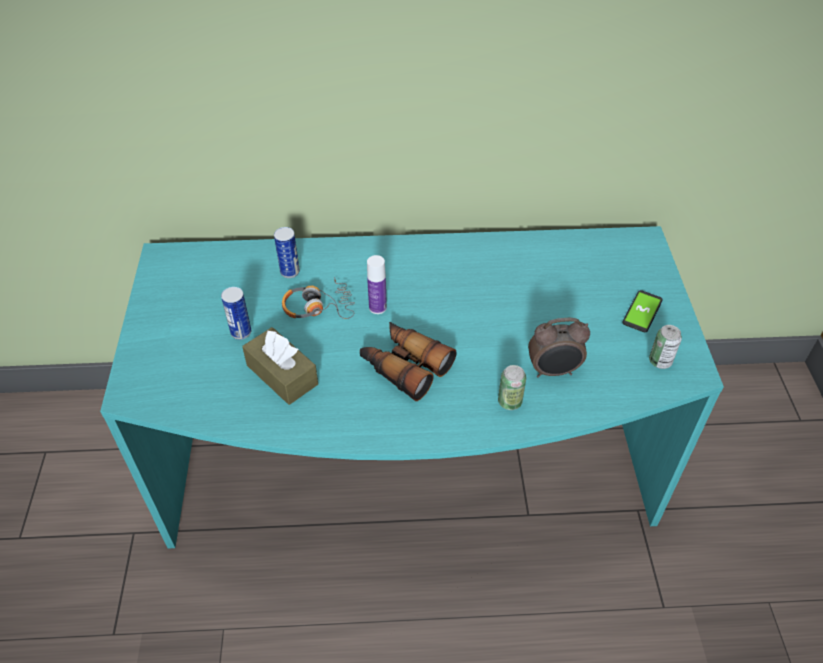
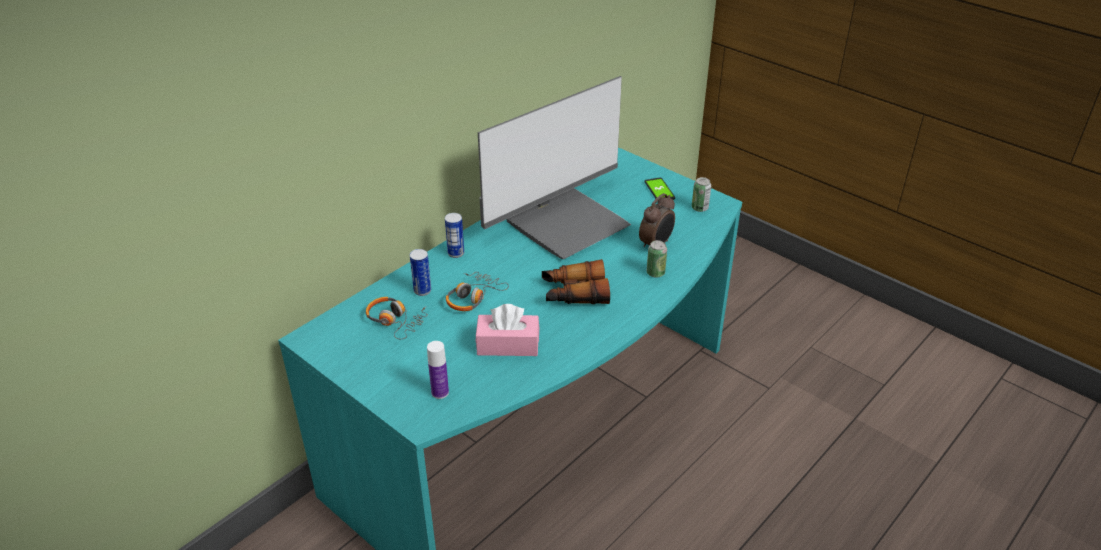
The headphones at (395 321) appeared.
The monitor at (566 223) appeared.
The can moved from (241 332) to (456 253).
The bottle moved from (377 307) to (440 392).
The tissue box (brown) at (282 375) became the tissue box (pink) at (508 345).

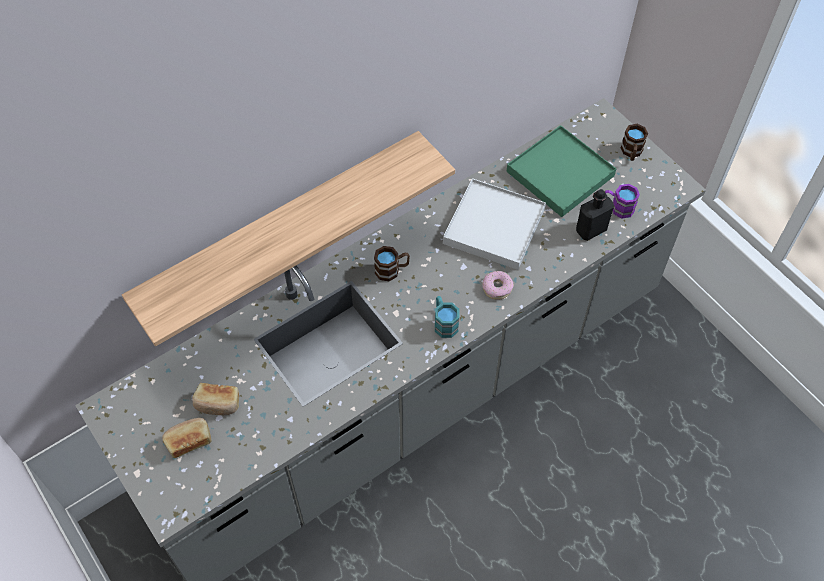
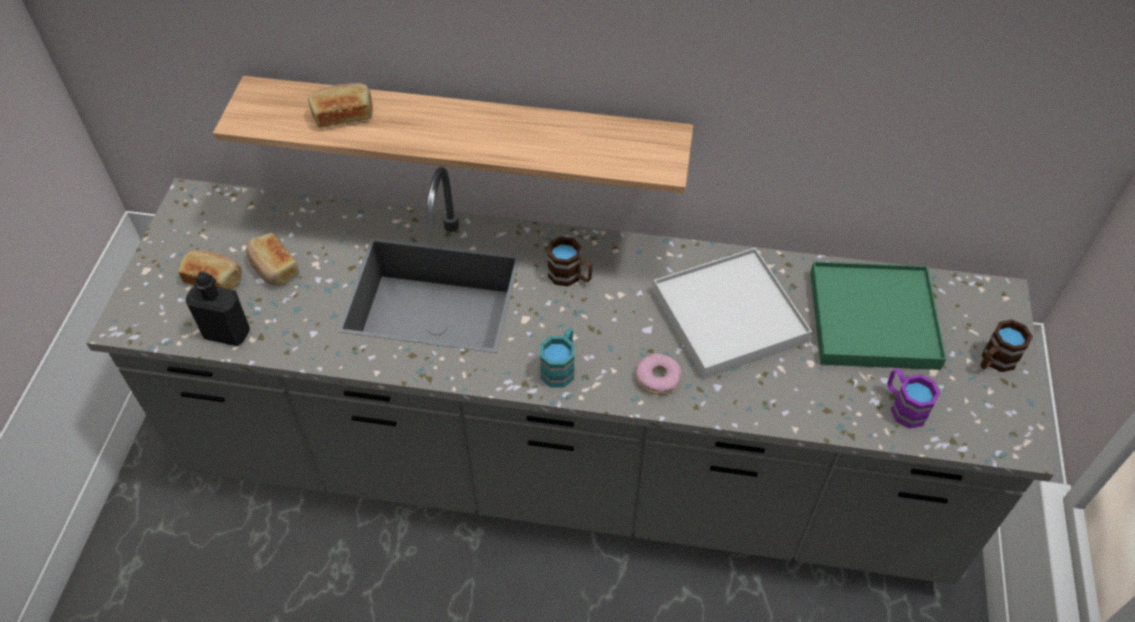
The bread at (343 115) appeared.
The bottle (black) moved from (591 230) to (227 333).

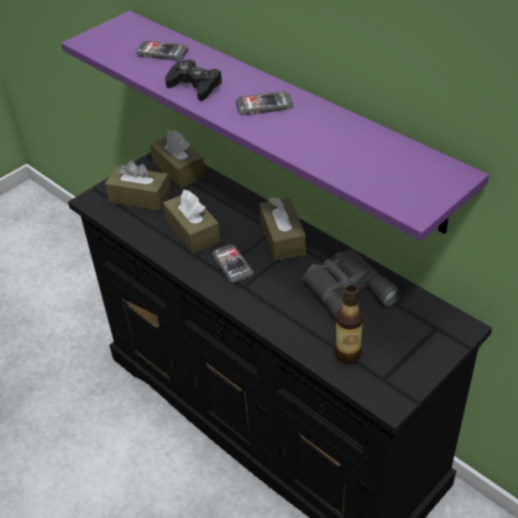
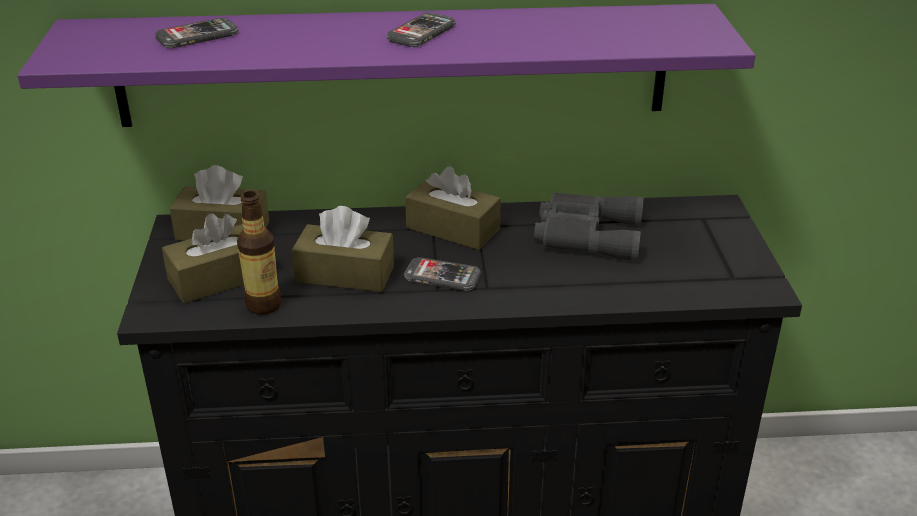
The game controller (black) at (195 86) disappeared.
The bottle moved from (348 354) to (264 305).

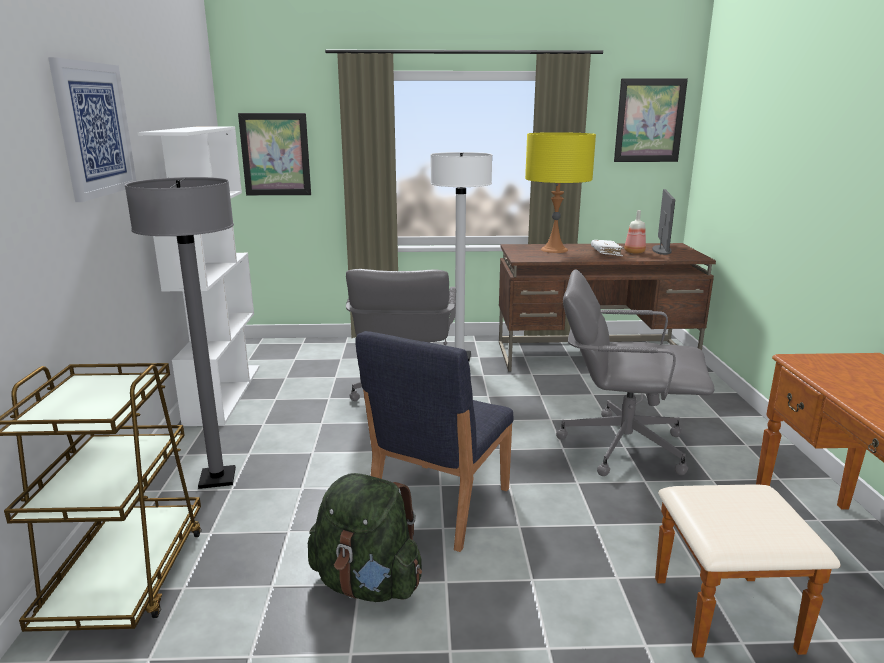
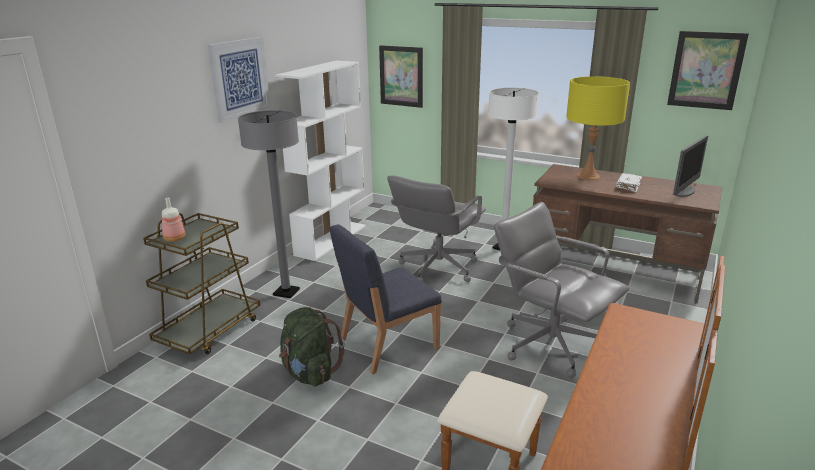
The bottle moved from (634 252) to (174 239).

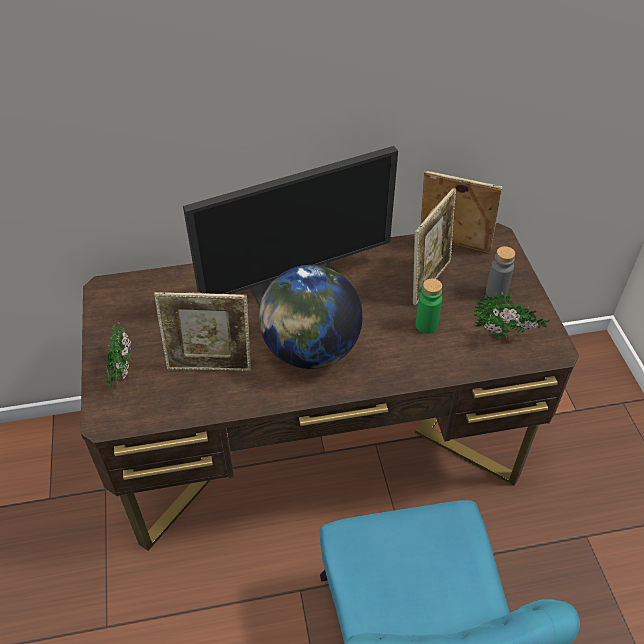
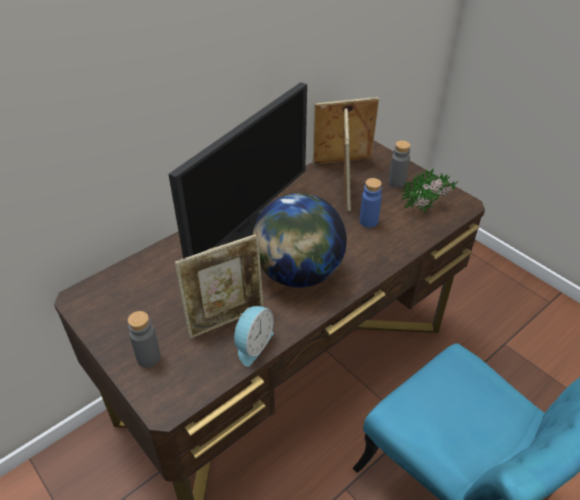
The alarm clock at (252 345) appeared.
The potted plant at (122 370) was replaced by the bottle (grey) at (148 358).
The bottle (green) at (426 325) became the bottle (blue) at (368 221).

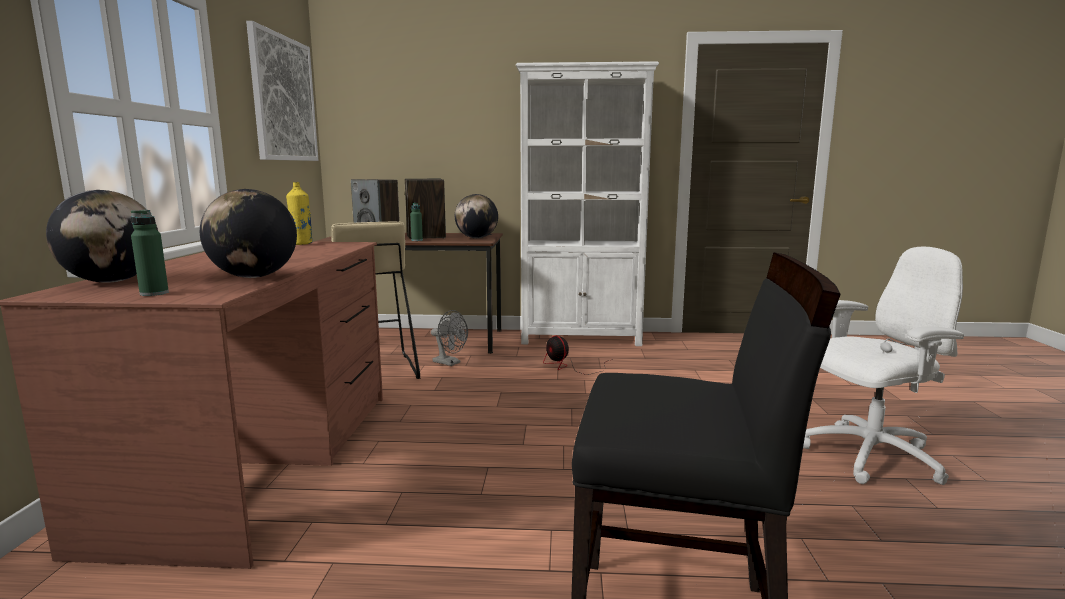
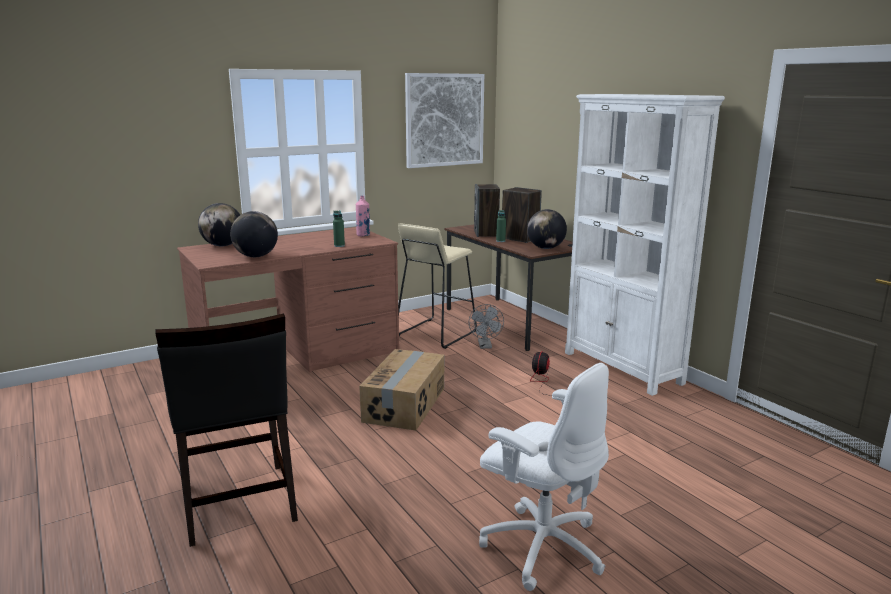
The cardboard box at (405 404) appeared.
The bottle (green) moved from (154 293) to (339 246).
The bottle (yellow) at (301 244) became the bottle (pink) at (363 235).

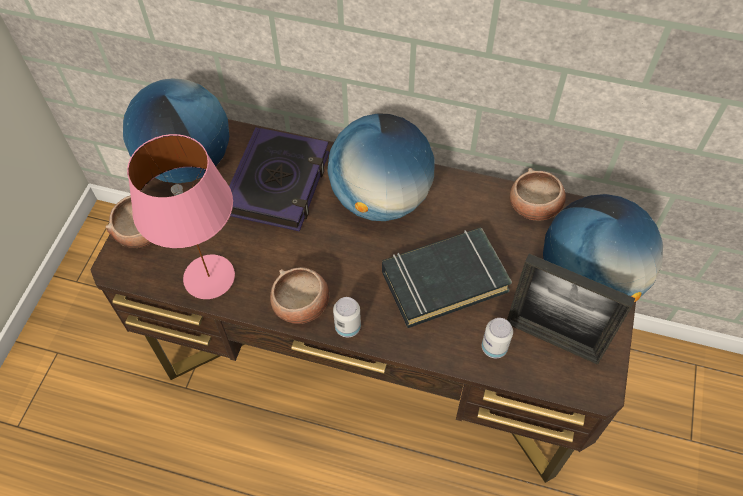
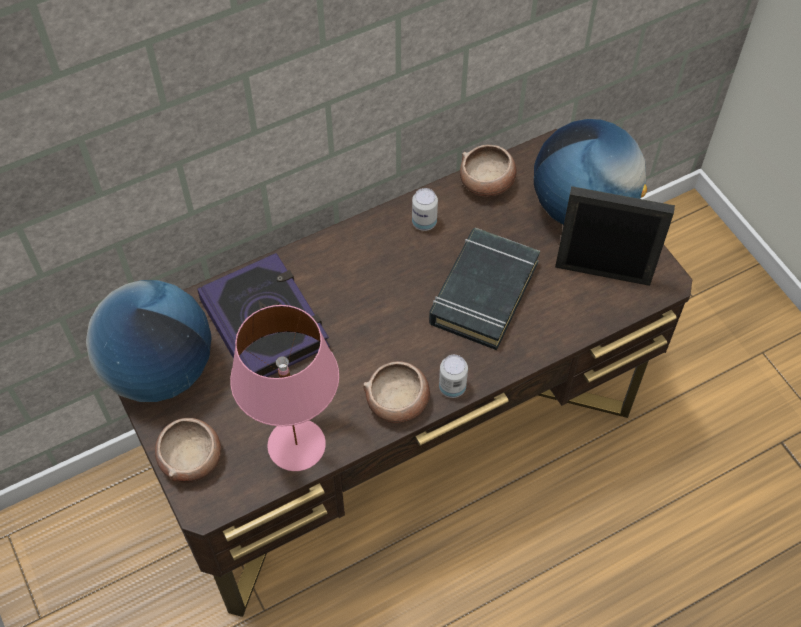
The globe at (380 199) disappeared.
The can moved from (494 347) to (424 222).
The picture frame at (552 339) turned 150 degrees counterclockwise.

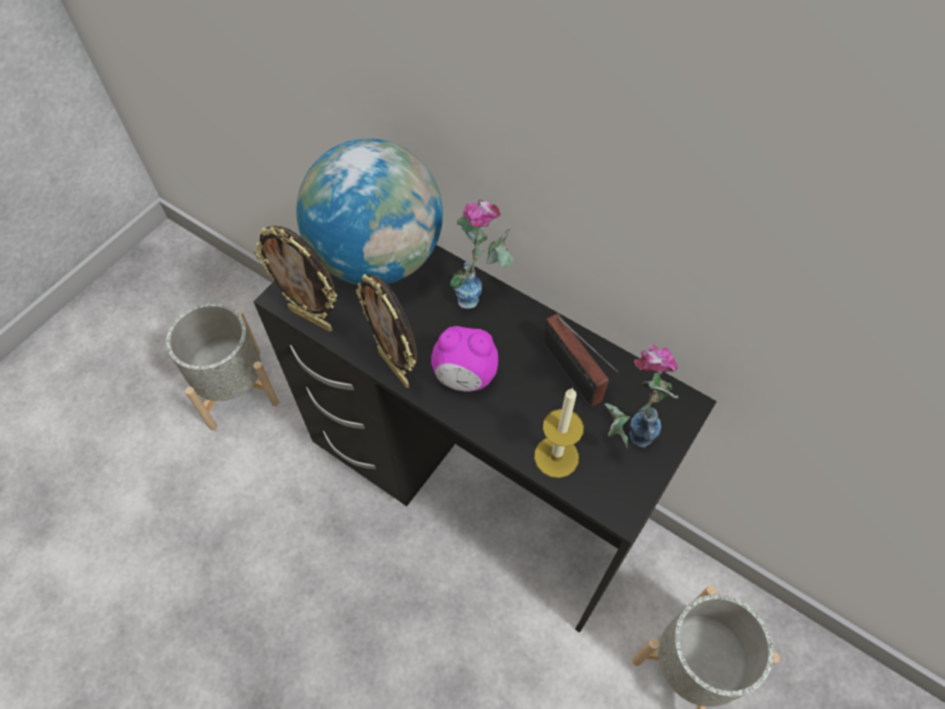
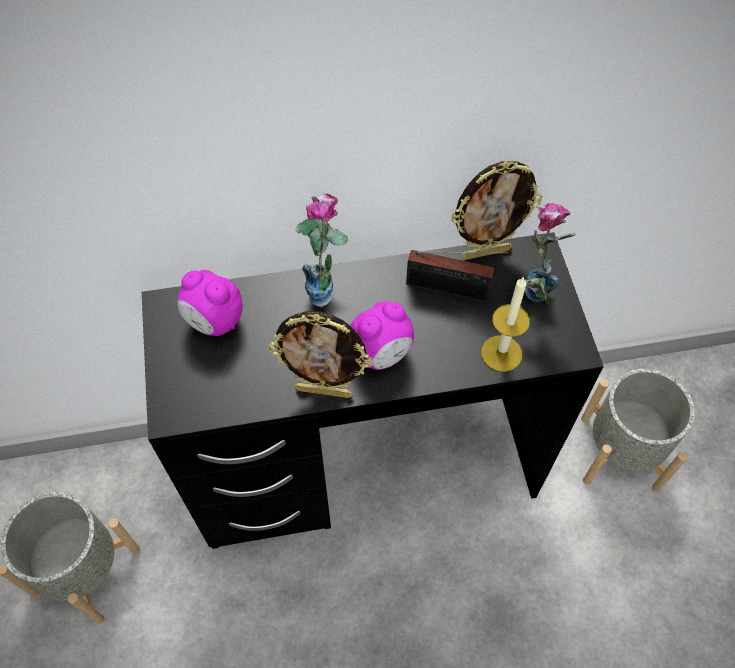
The picture frame moved from (312 318) to (485 252).
The globe at (378 258) was replaced by the alarm clock at (214 322).

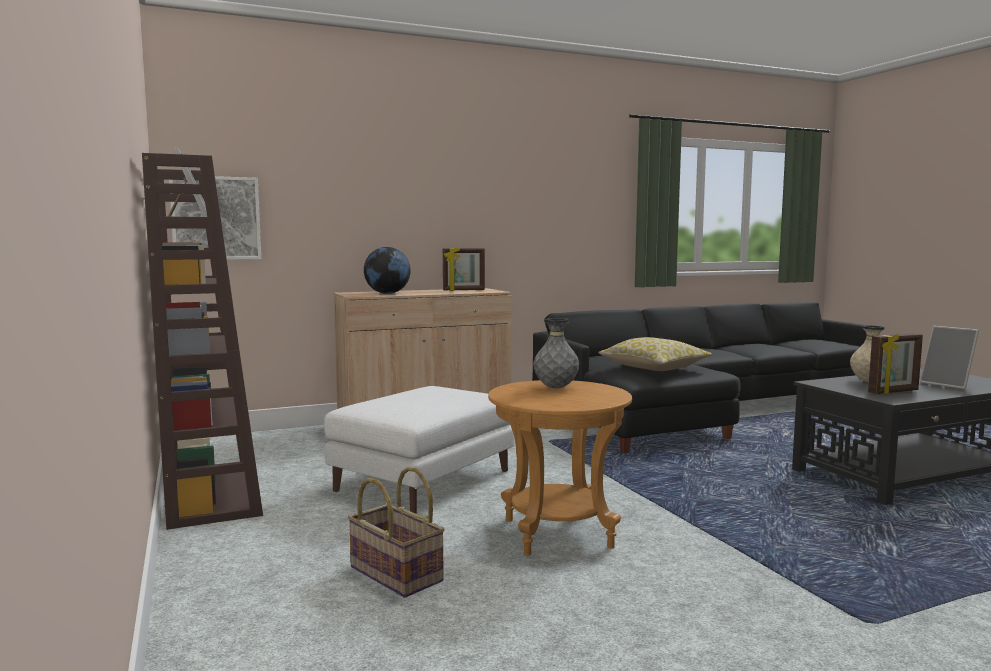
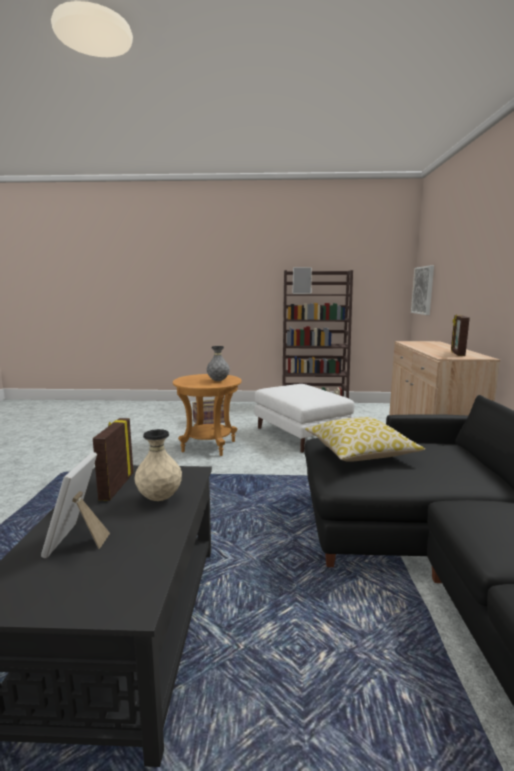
The globe at (387 293) disappeared.
The picture frame at (948 384) turned 75 degrees counterclockwise.

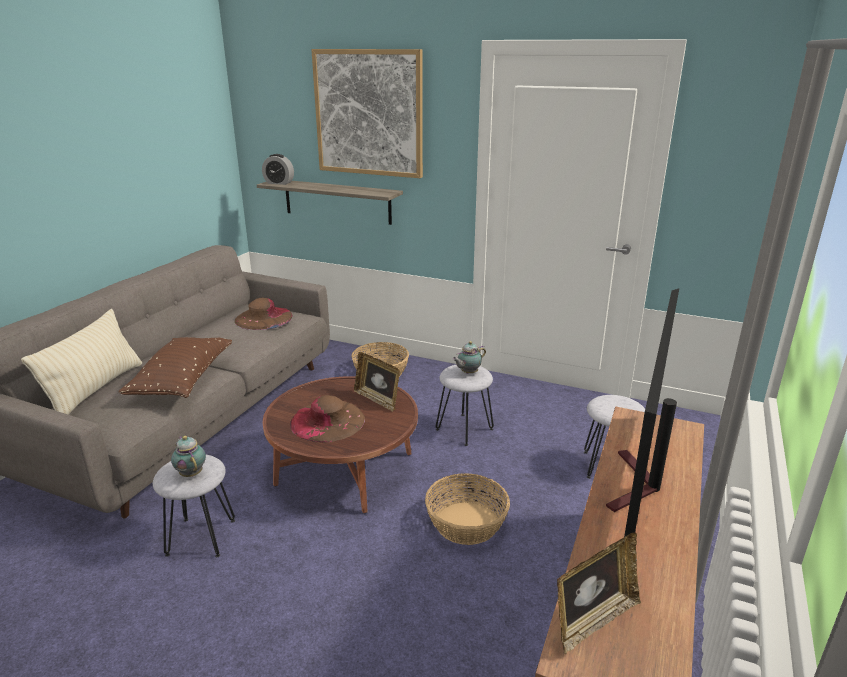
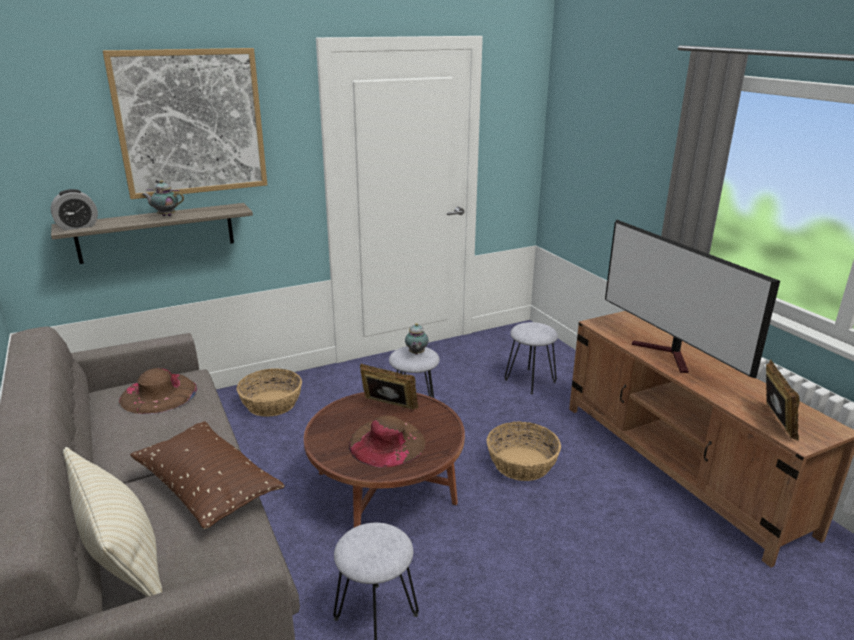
The teapot moved from (191 473) to (165 215).
The picture frame at (377 399) turned 150 degrees counterclockwise.

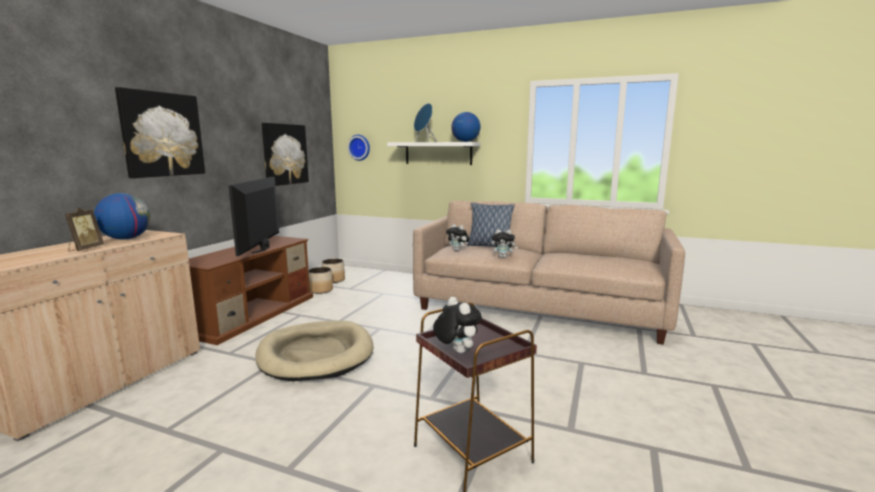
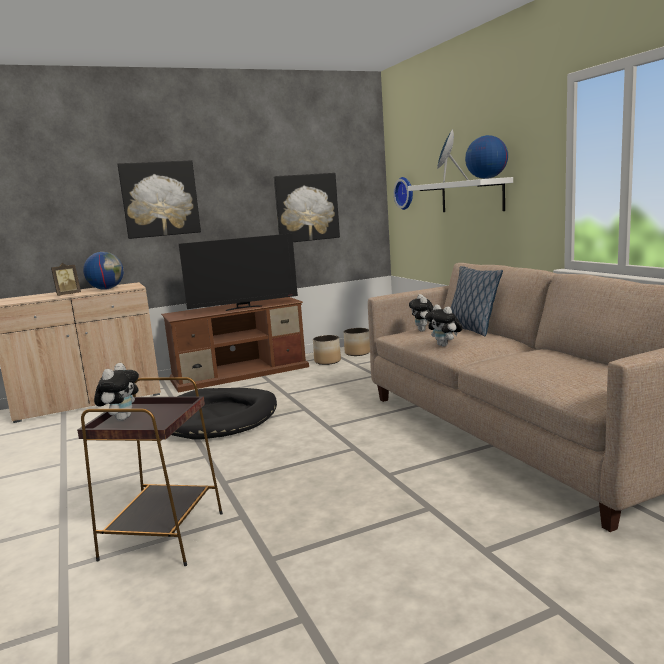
The dog bed (beige) at (316 354) became the dog bed (black) at (219 418).
The television at (263 248) turned 150 degrees counterclockwise.

